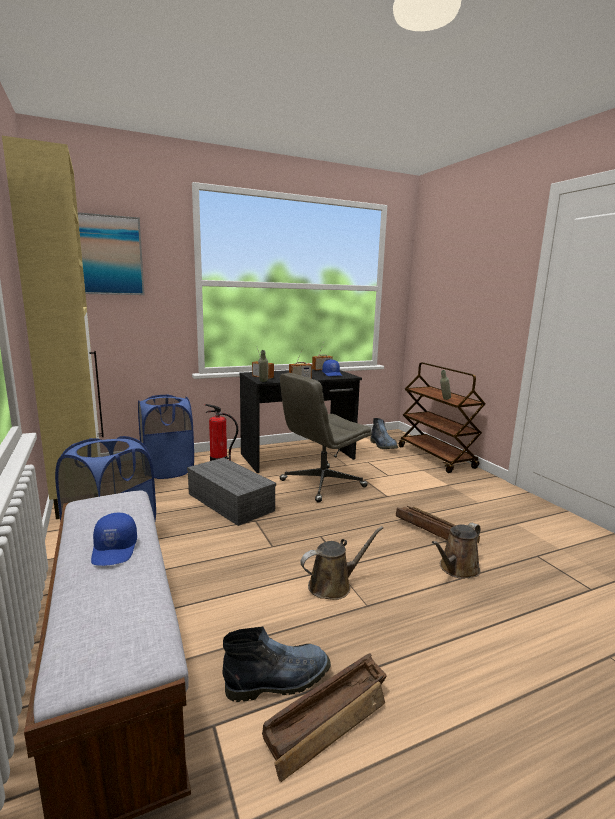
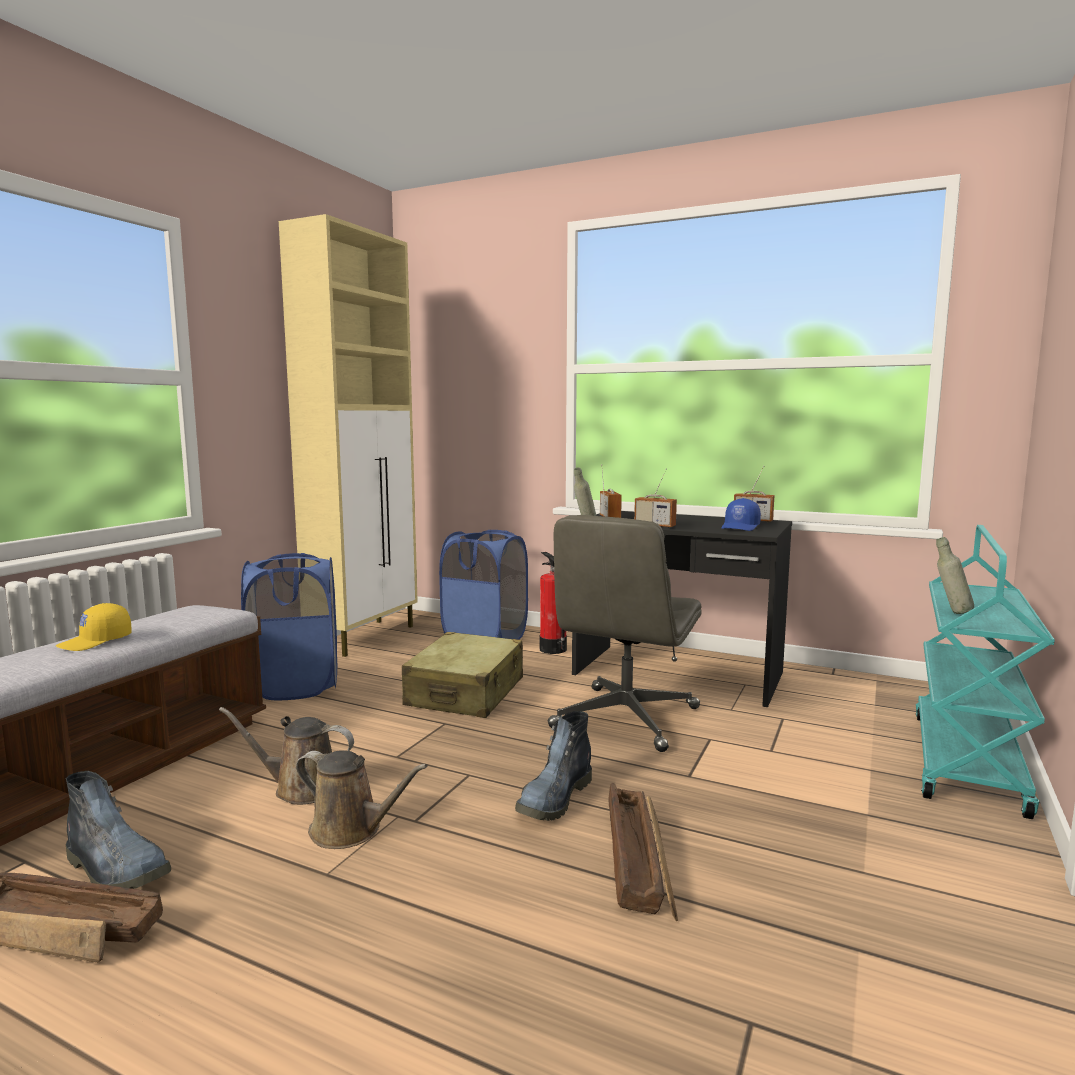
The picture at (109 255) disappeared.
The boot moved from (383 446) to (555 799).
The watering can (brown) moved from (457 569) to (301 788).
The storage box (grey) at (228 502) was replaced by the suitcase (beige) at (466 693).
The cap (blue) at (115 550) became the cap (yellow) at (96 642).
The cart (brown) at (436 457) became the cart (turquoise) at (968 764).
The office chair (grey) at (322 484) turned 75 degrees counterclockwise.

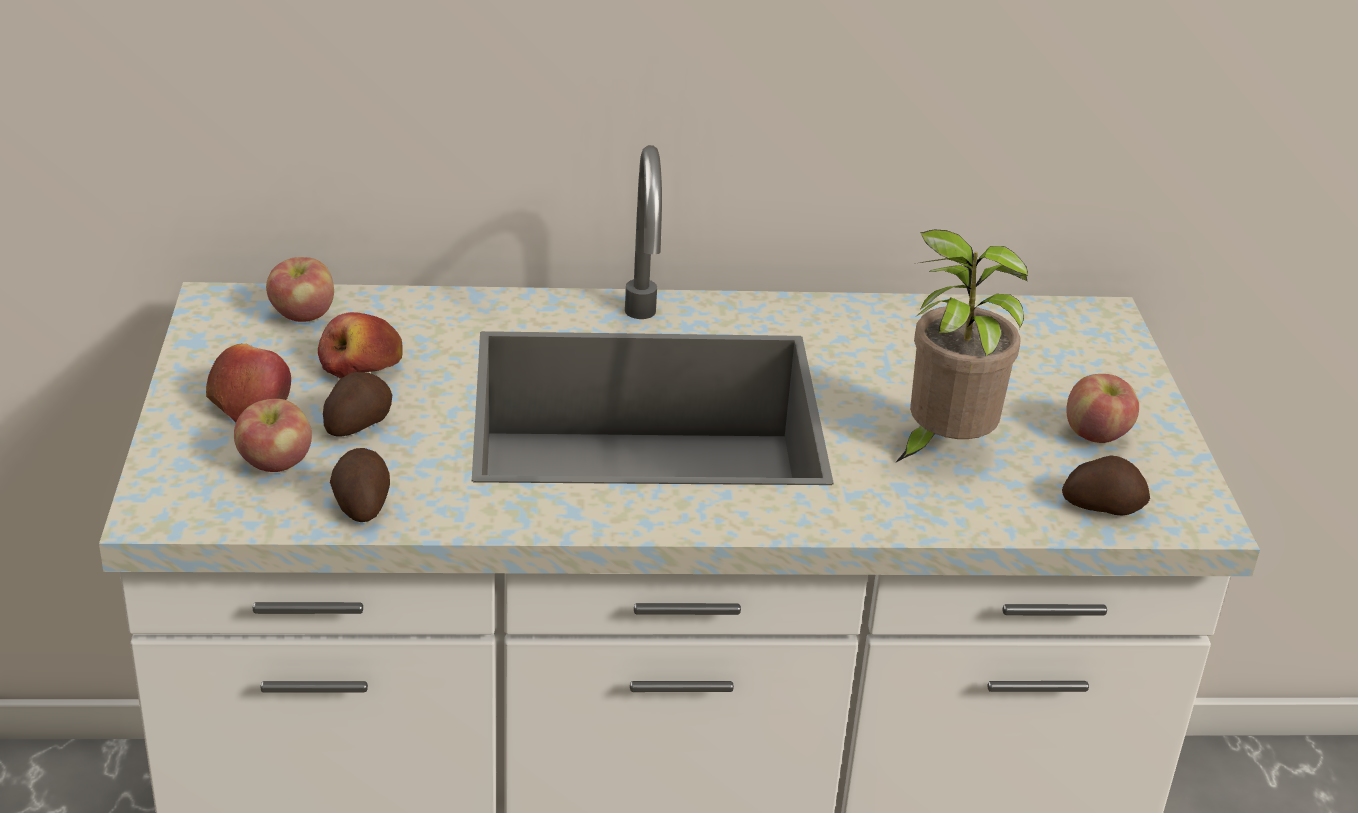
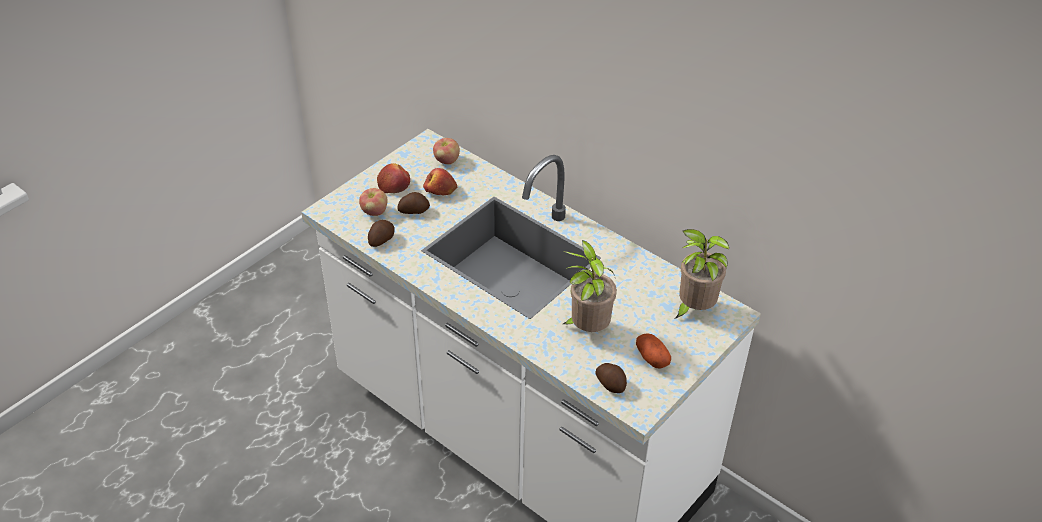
The potted plant at (693 309) appeared.
The apple at (1096 434) was replaced by the potato at (652 358).

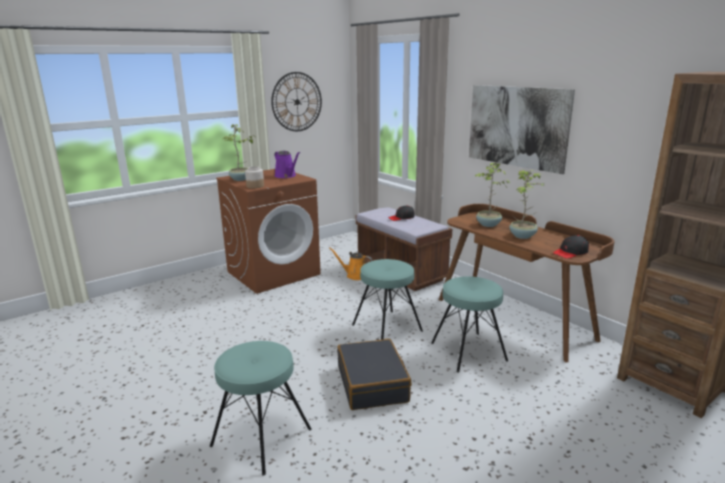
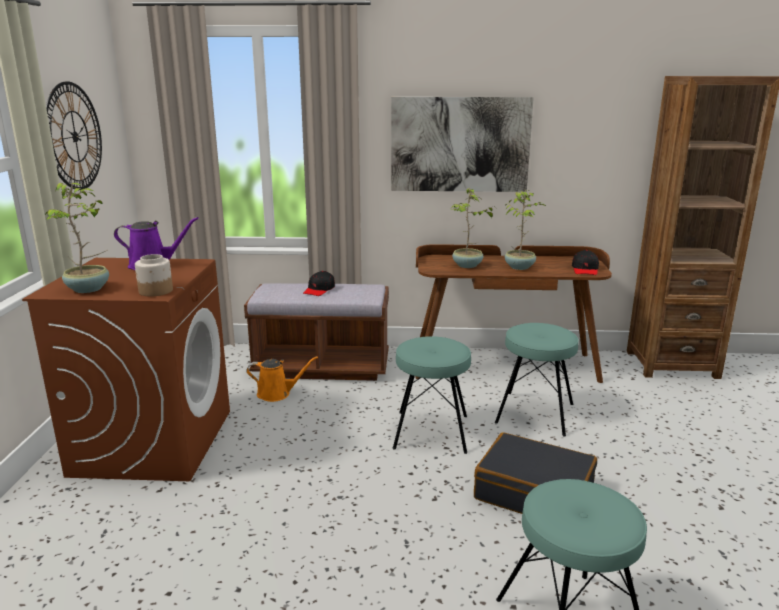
The watering can (orange) at (354 275) turned 150 degrees counterclockwise.

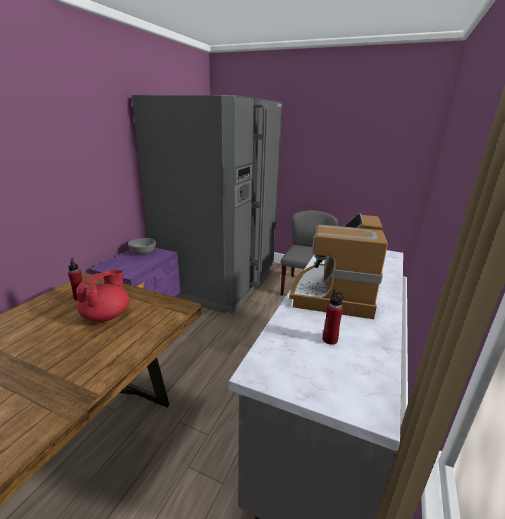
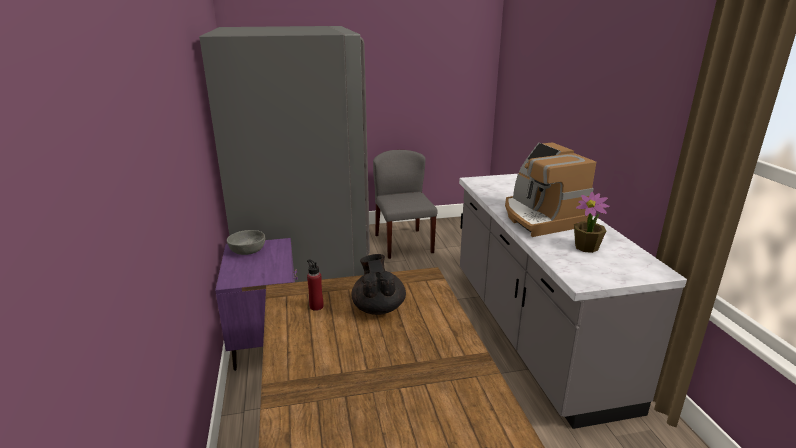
The bottle (red) at (330 339) was replaced by the potted plant at (586 247).
The teapot (red) at (107 315) became the teapot (black) at (378 307).

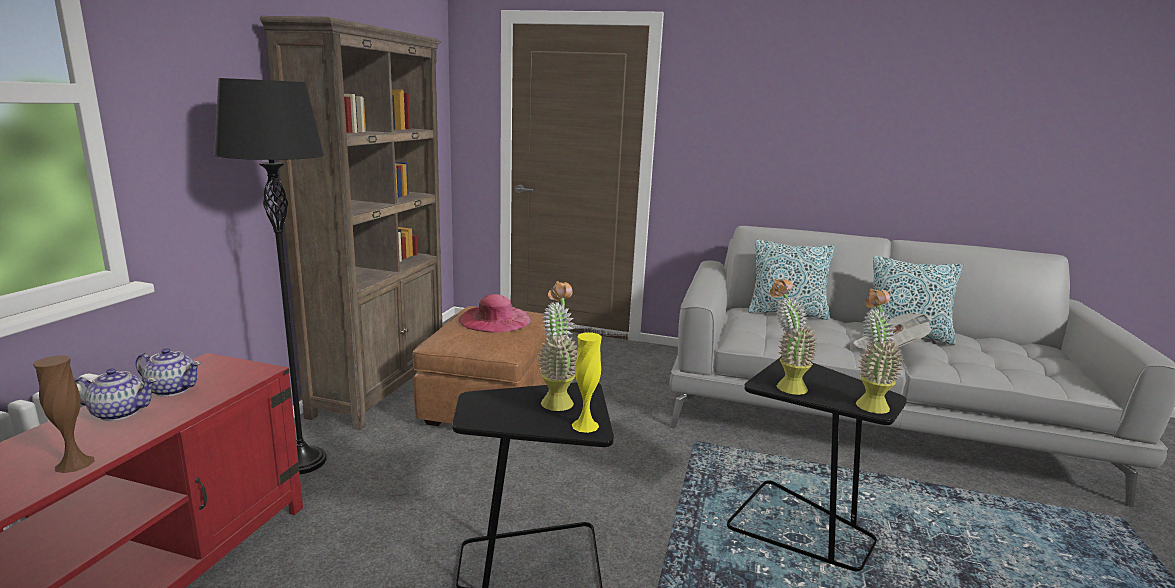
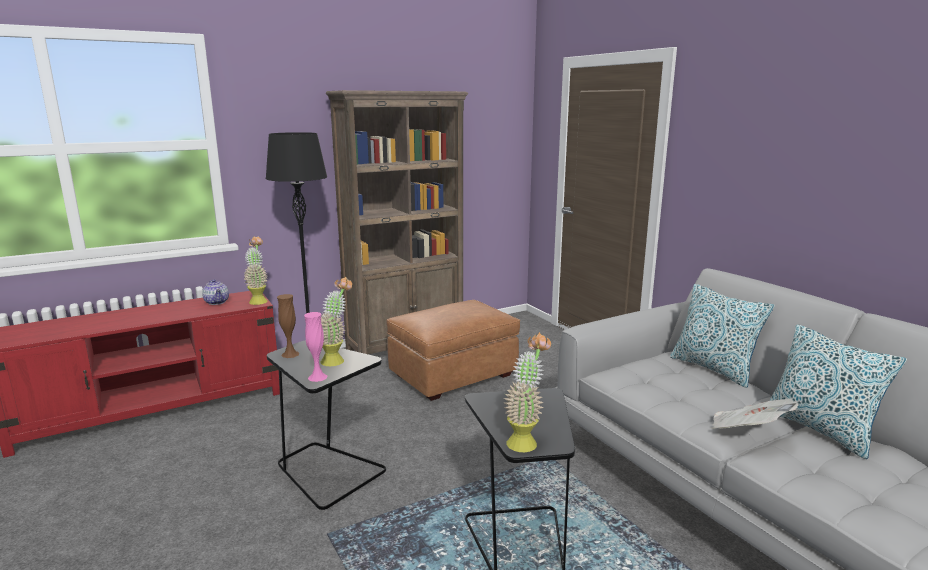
The teapot at (119 412) disappeared.
The hat (pink) at (495 319) disappeared.
The vase (brown) moved from (74 464) to (290 354).
The potted plant moved from (783 386) to (259 300).
The vase (yellow) at (585 425) became the vase (pink) at (317 377).

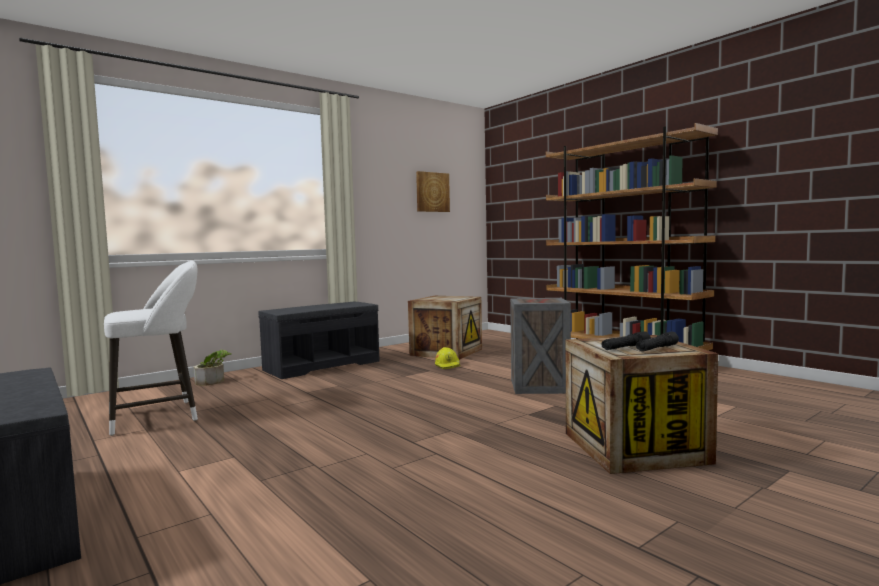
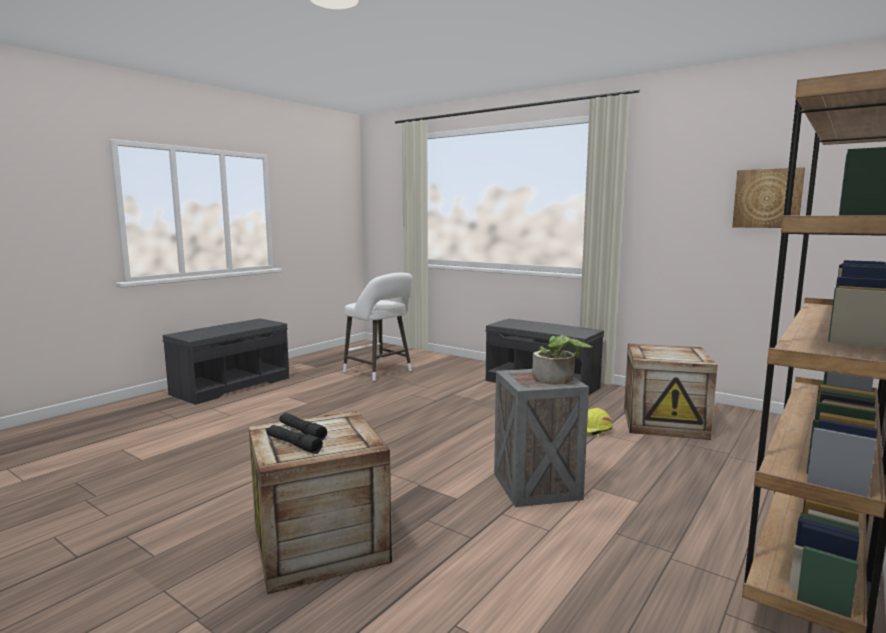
The potted plant moved from (213 381) to (558 379).

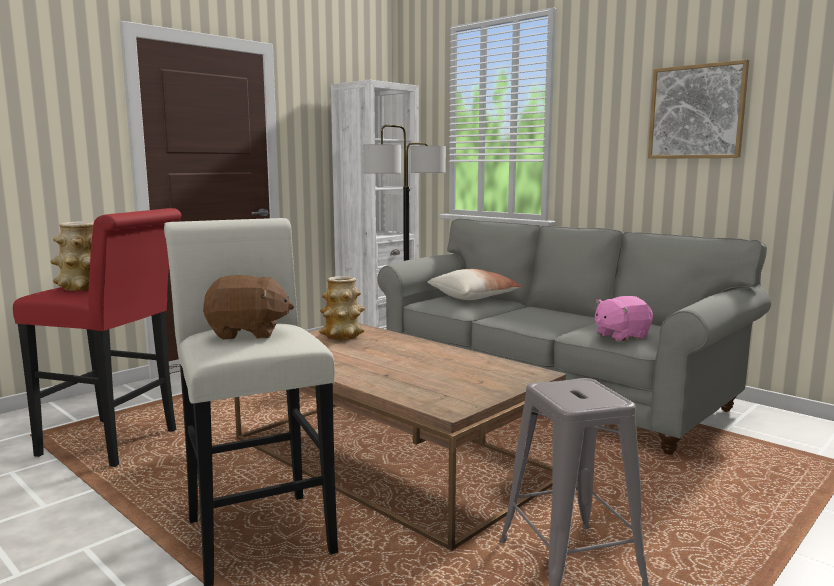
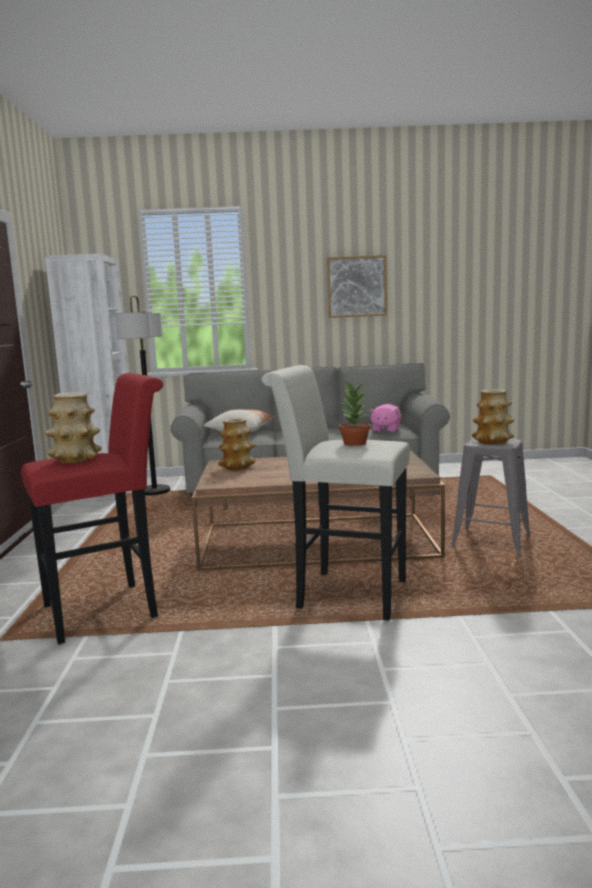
The vase at (492 442) appeared.
The plush toy (brown) at (247 333) was replaced by the potted plant at (354 443).

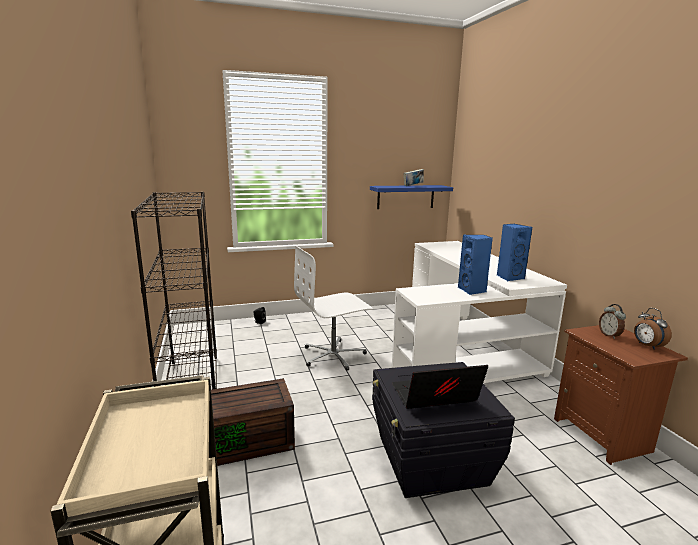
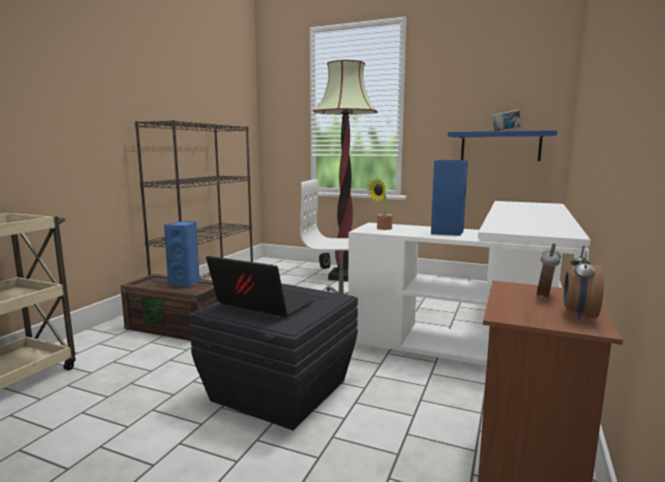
The floor lamp at (344 277) appeared.
The potted plant at (382 229) appeared.
The speaker (blue) moved from (509 277) to (186 282).

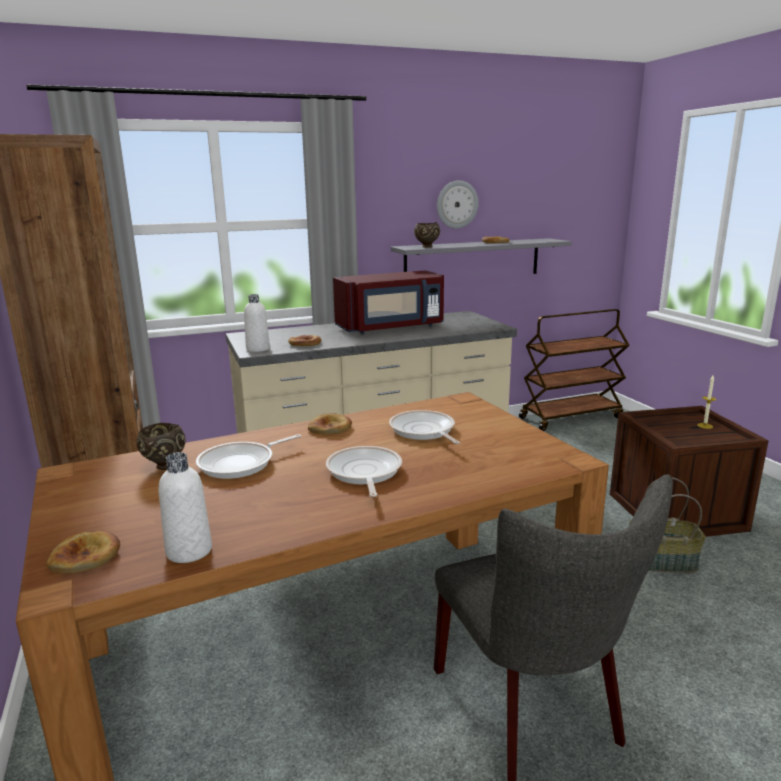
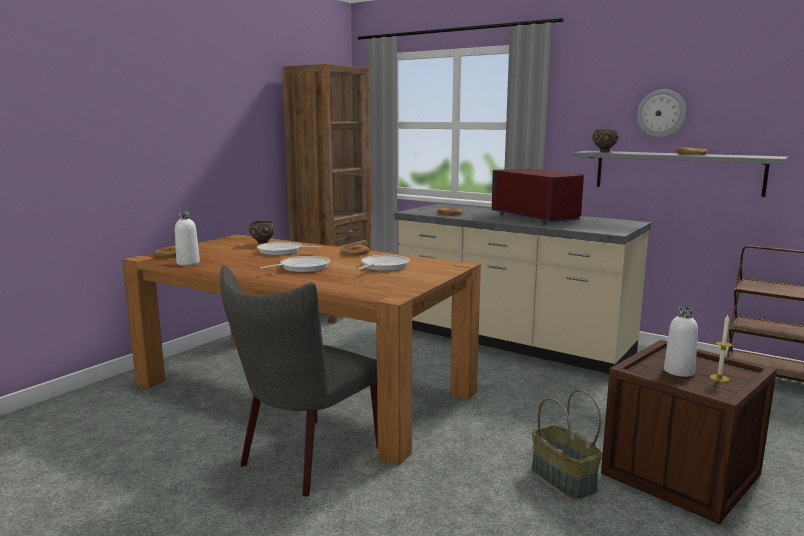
The bottle (white) moved from (258 349) to (679 371).
The microwave (red) at (391 327) turned 150 degrees counterclockwise.

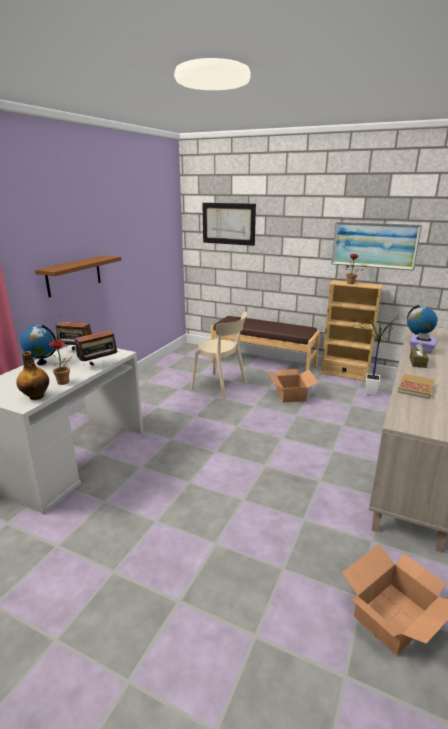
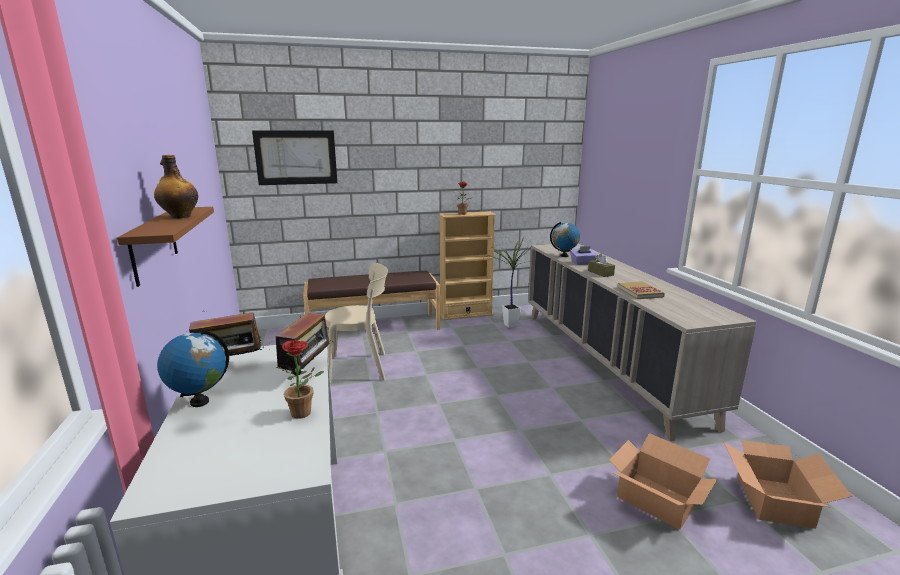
The picture at (374 245) disappeared.
The bottle moved from (36 396) to (180 217).
The cardboard box moved from (290 395) to (657 500).

